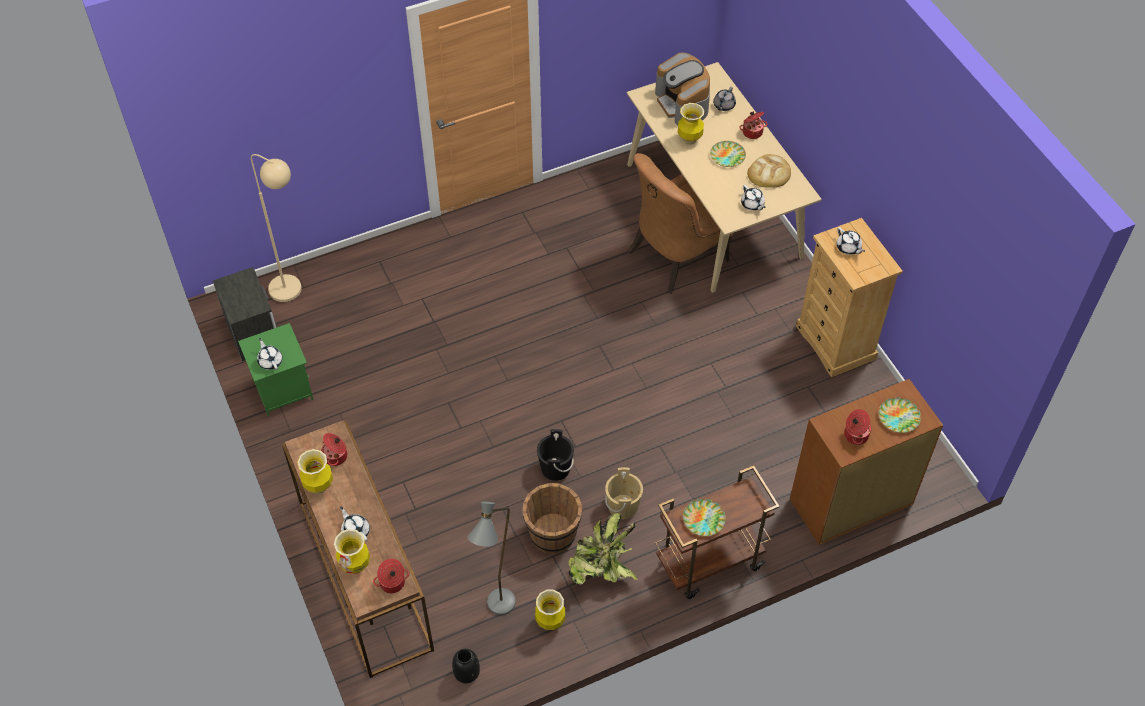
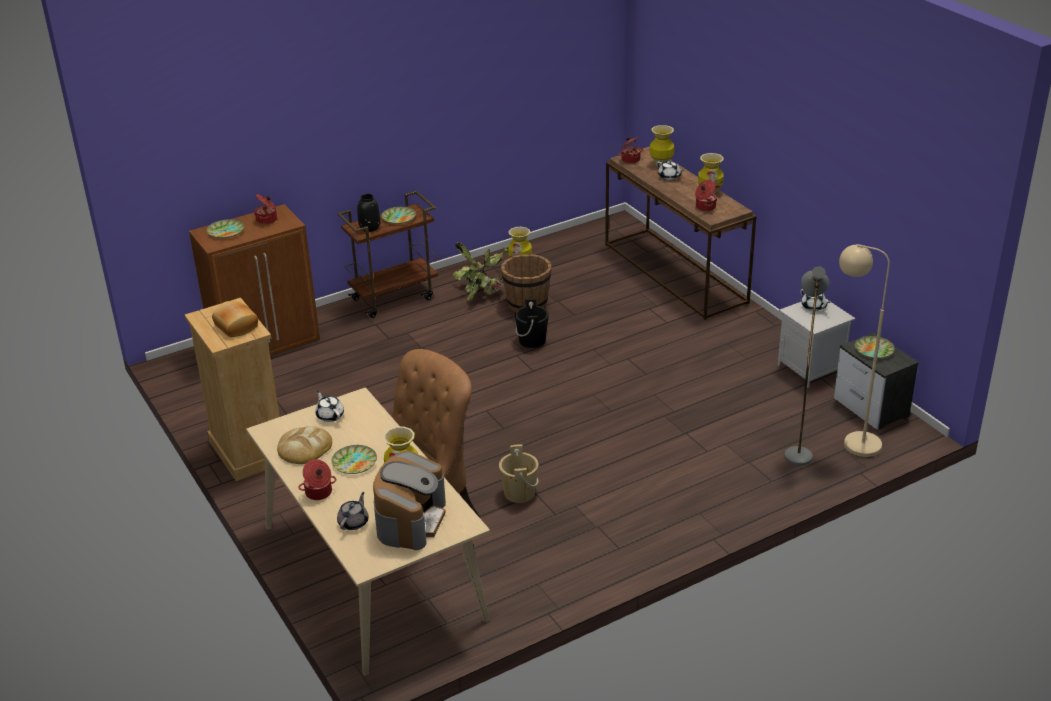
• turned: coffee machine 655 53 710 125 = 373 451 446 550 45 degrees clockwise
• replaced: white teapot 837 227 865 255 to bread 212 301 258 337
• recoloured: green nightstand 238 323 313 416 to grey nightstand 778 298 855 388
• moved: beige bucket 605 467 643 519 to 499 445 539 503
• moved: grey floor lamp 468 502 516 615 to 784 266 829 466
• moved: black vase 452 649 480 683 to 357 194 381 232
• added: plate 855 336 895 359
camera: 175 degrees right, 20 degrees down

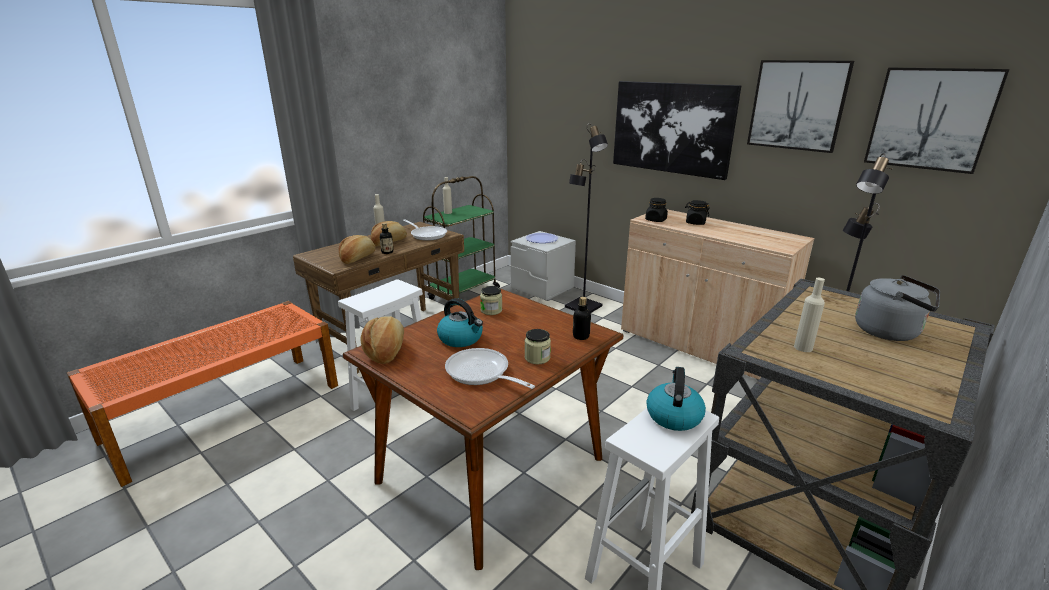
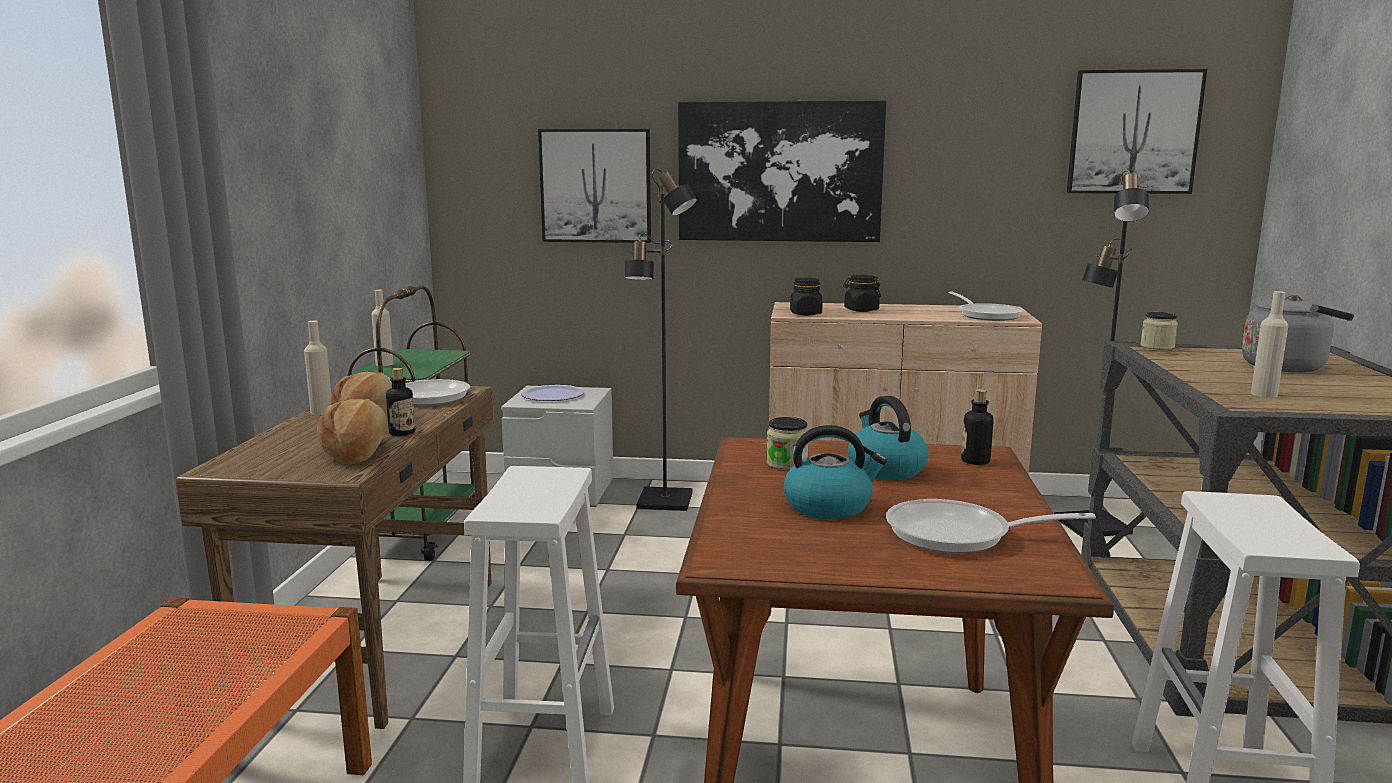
• moved: picture 747 60 854 153 to 538 129 651 243
• removed: bread 360 316 404 364
• moved: jar 525 329 551 364 to 1140 312 1178 350
• moved: kettle 646 367 706 431 to 848 396 929 480
• added: frying pan 948 291 1024 321
camera: 35 degrees left, 10 degrees down

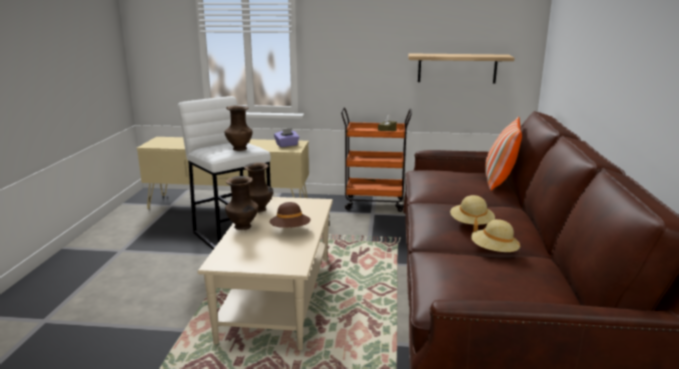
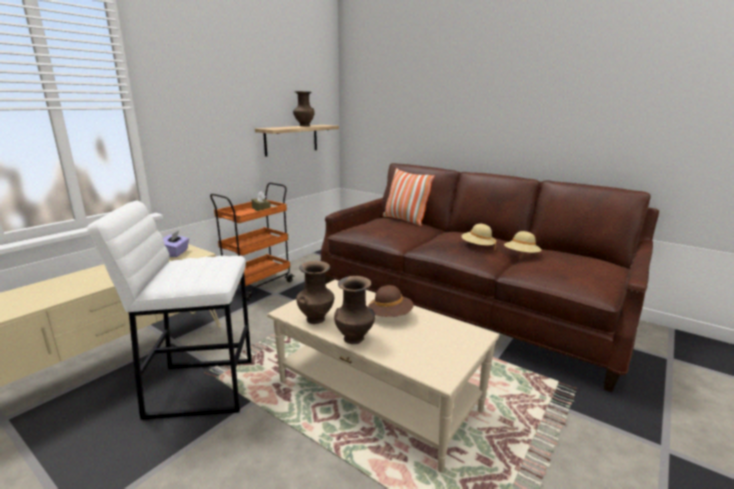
• moved: brown vase 225 105 252 151 to 293 91 315 126
camera: 60 degrees left, 0 degrees up

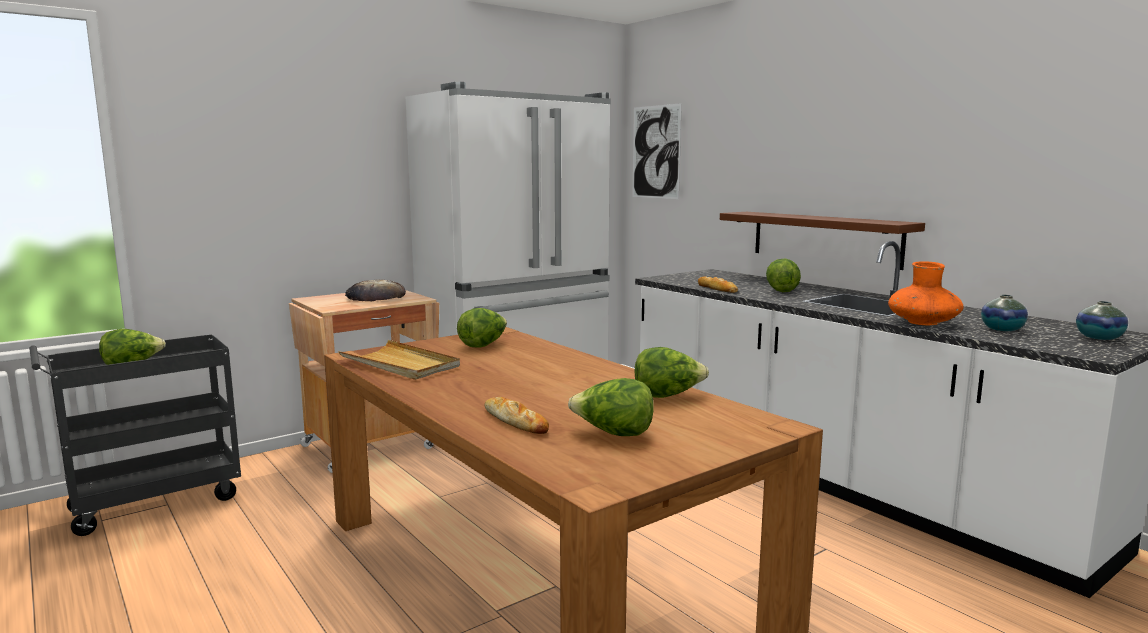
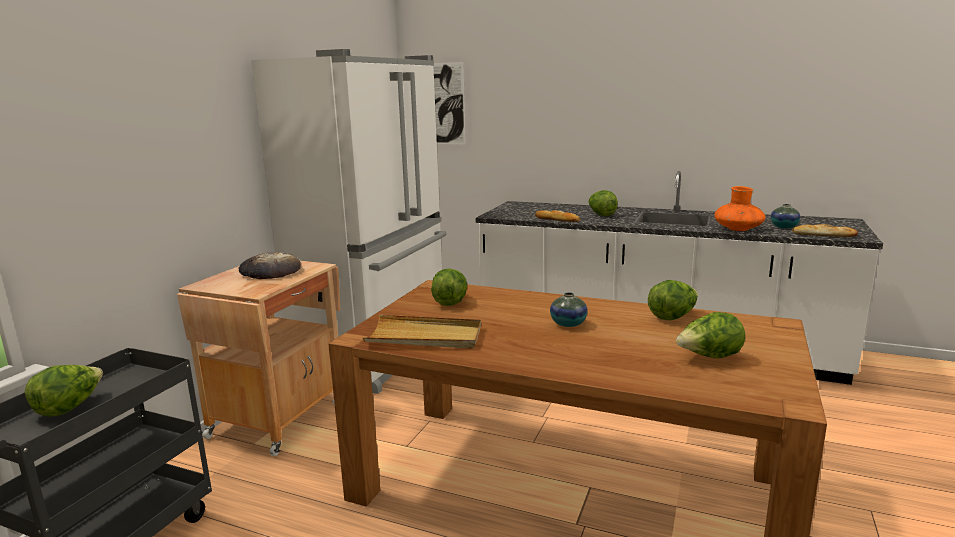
• removed: brown shelf 720 212 925 270
• moved: vase 1076 301 1128 340 to 550 292 588 327
• moved: bread 485 397 549 434 to 792 224 858 237
camera: 30 degrees left, 5 degrees up

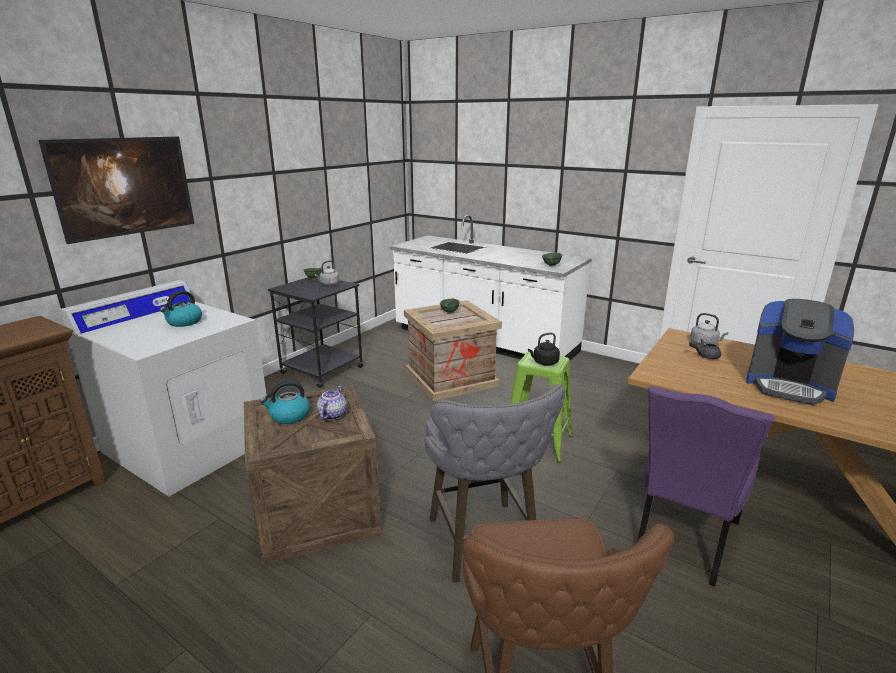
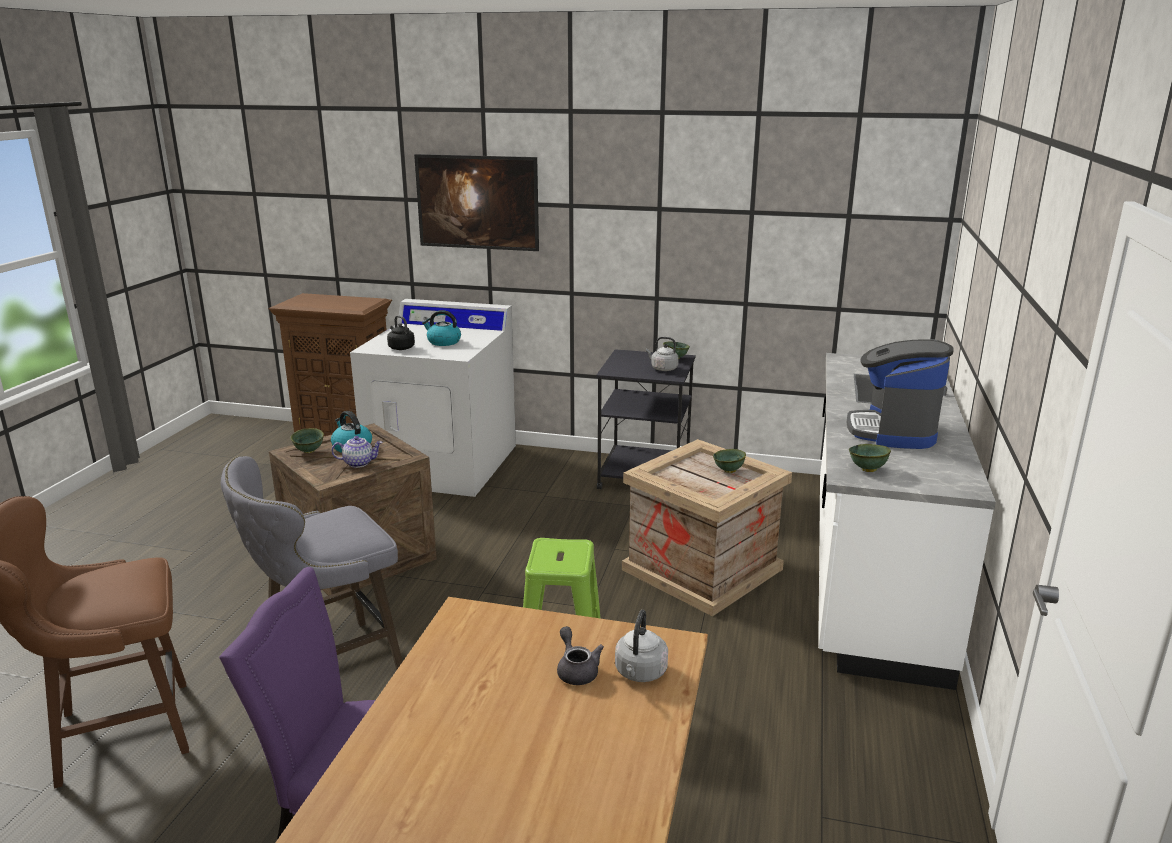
• moved: coffee machine 746 299 854 405 to 847 340 954 449
• moved: black kettle 528 333 560 366 to 387 315 415 350
• added: green bowl 290 428 324 453
camera: 70 degrees right, 0 degrees up

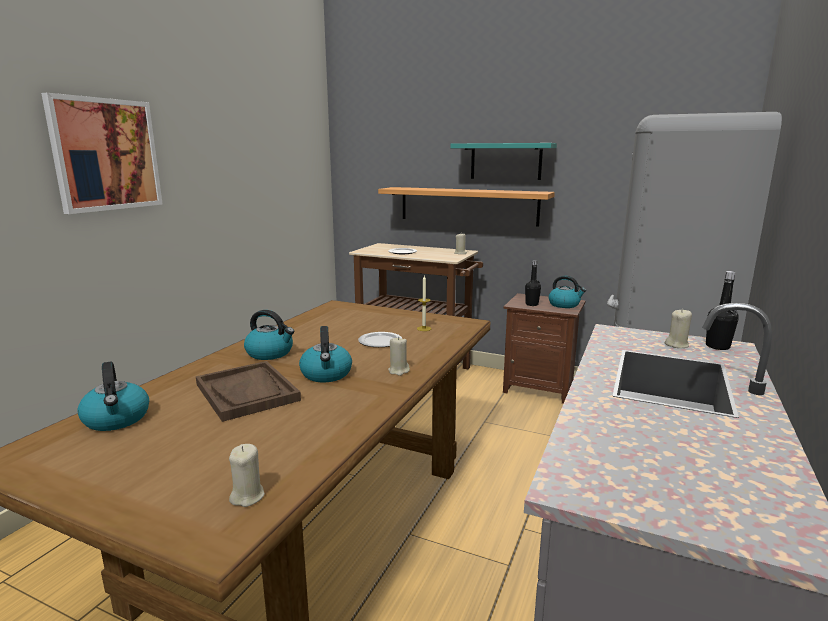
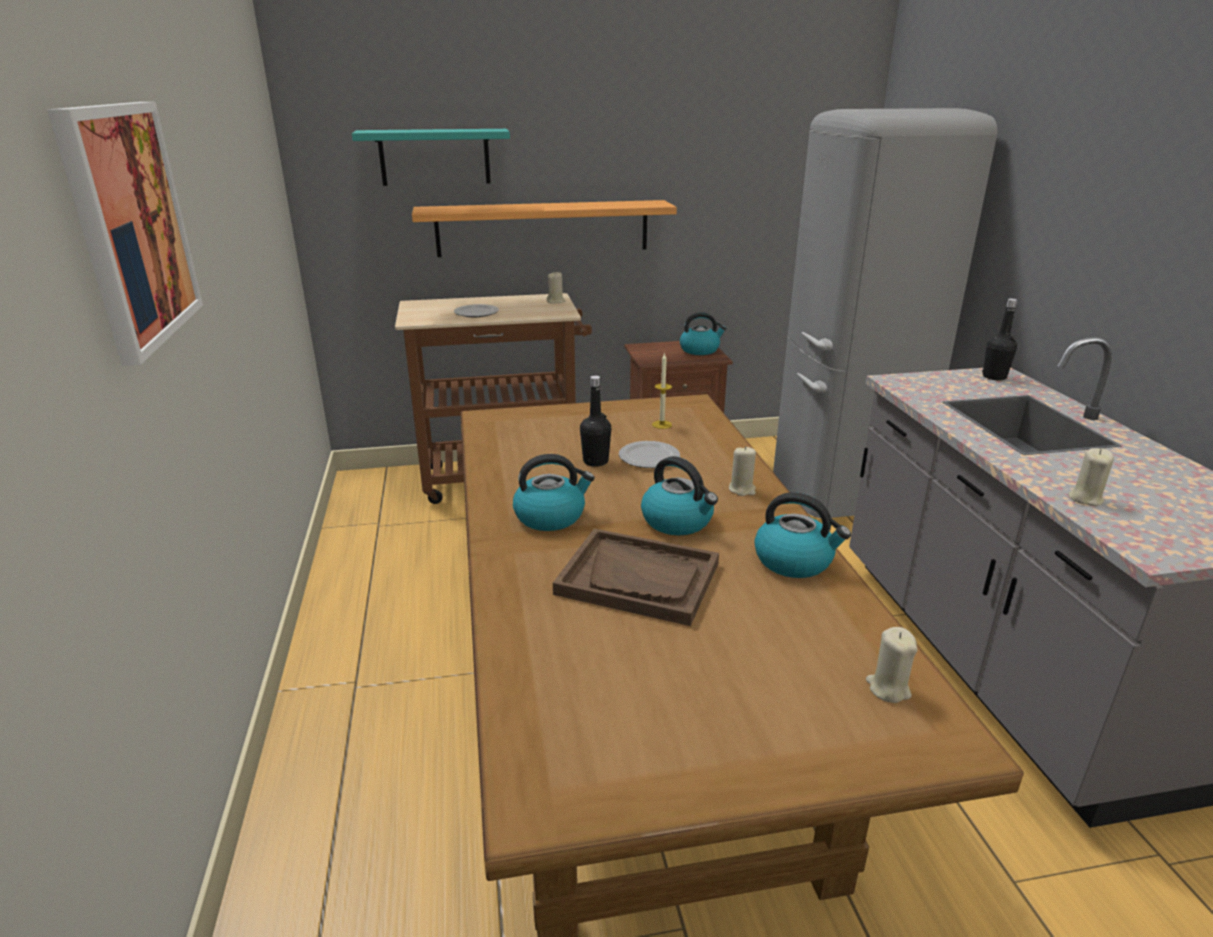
• moved: turquoise shelf 451 143 557 180 to 352 129 510 186
• moved: black bottle 525 260 541 306 to 580 375 611 467
• moved: beige candle 665 309 692 348 to 1068 448 1114 506
• moved: kettle 77 361 149 431 to 754 492 851 578
camera: 35 degrees left, 10 degrees up

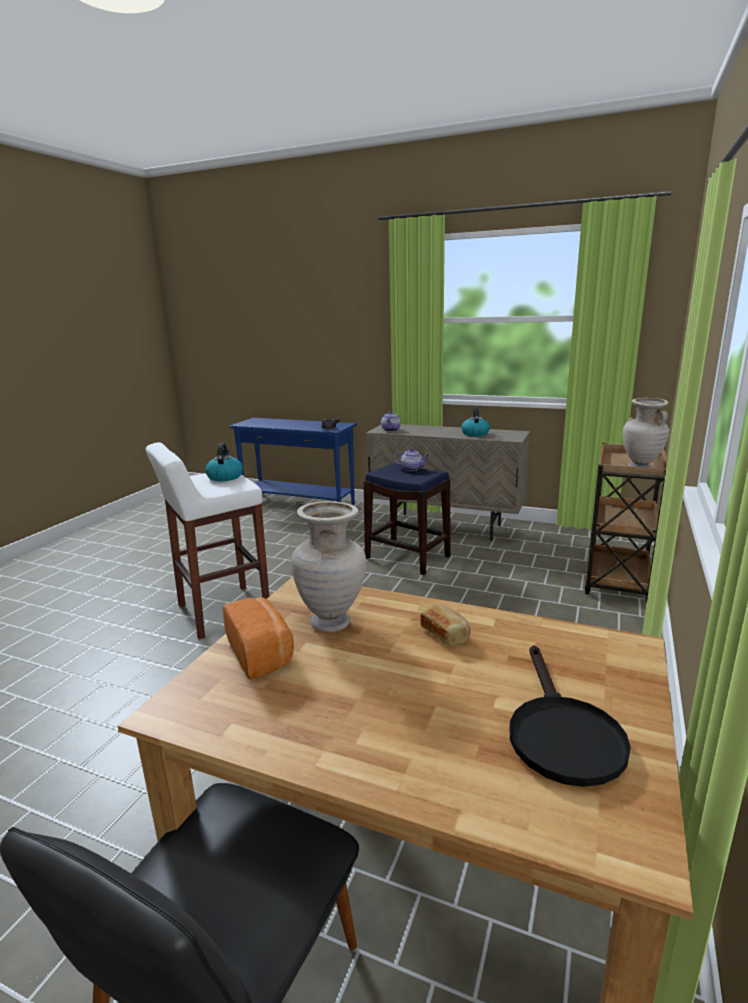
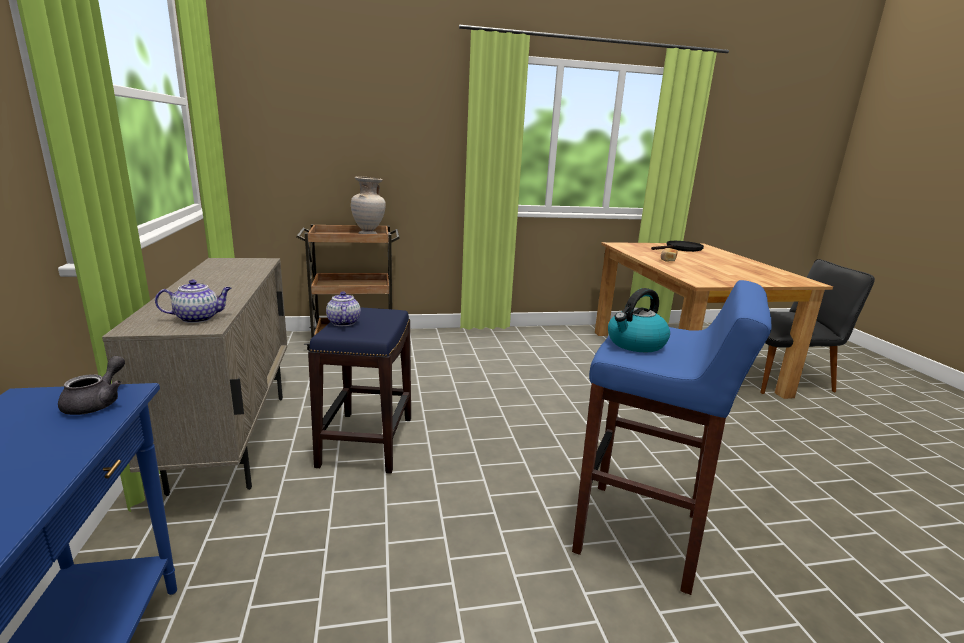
• removed: kettle 461 407 490 436
• recoloured: white stool 146 442 269 639 to blue stool 572 280 772 595
• removed: beige vase 291 501 366 632
• removed: bread 223 597 294 680
camera: 125 degrees left, 0 degrees up

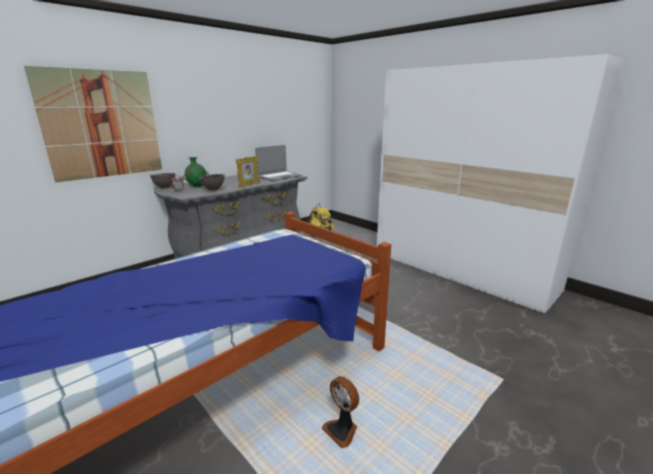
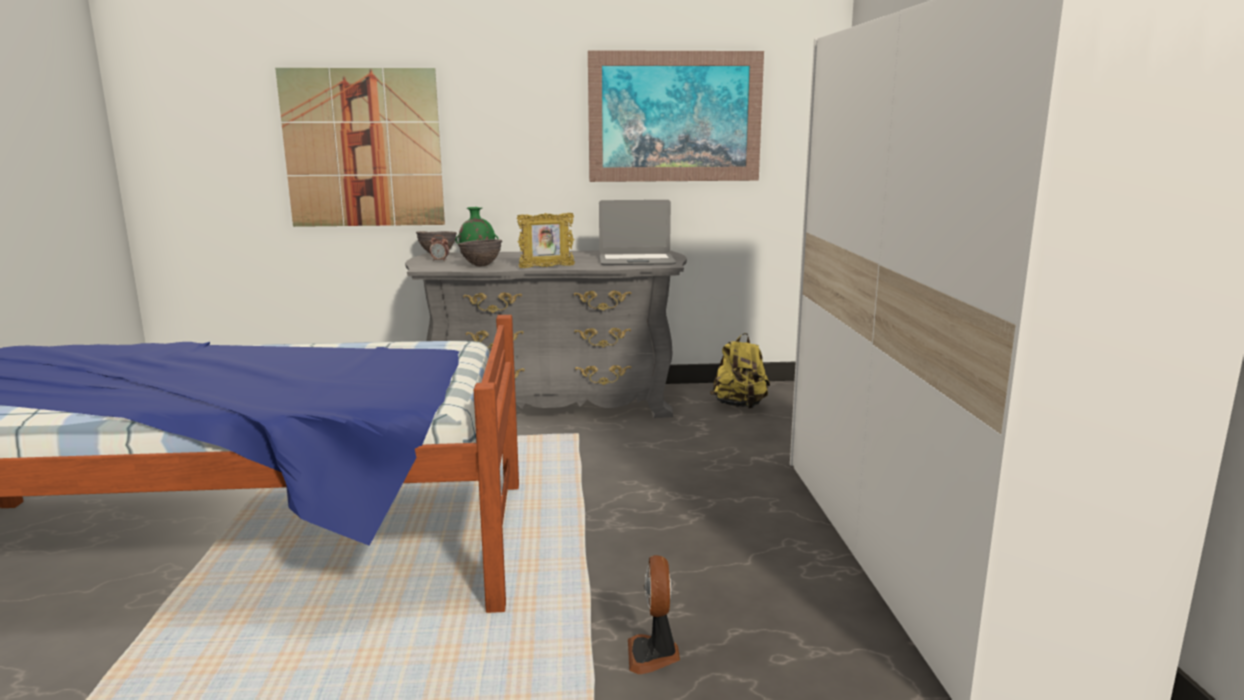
• moved: fan 322 376 359 448 to 628 555 680 674
• added: picture 588 50 764 182
camera: 40 degrees right, 5 degrees down

